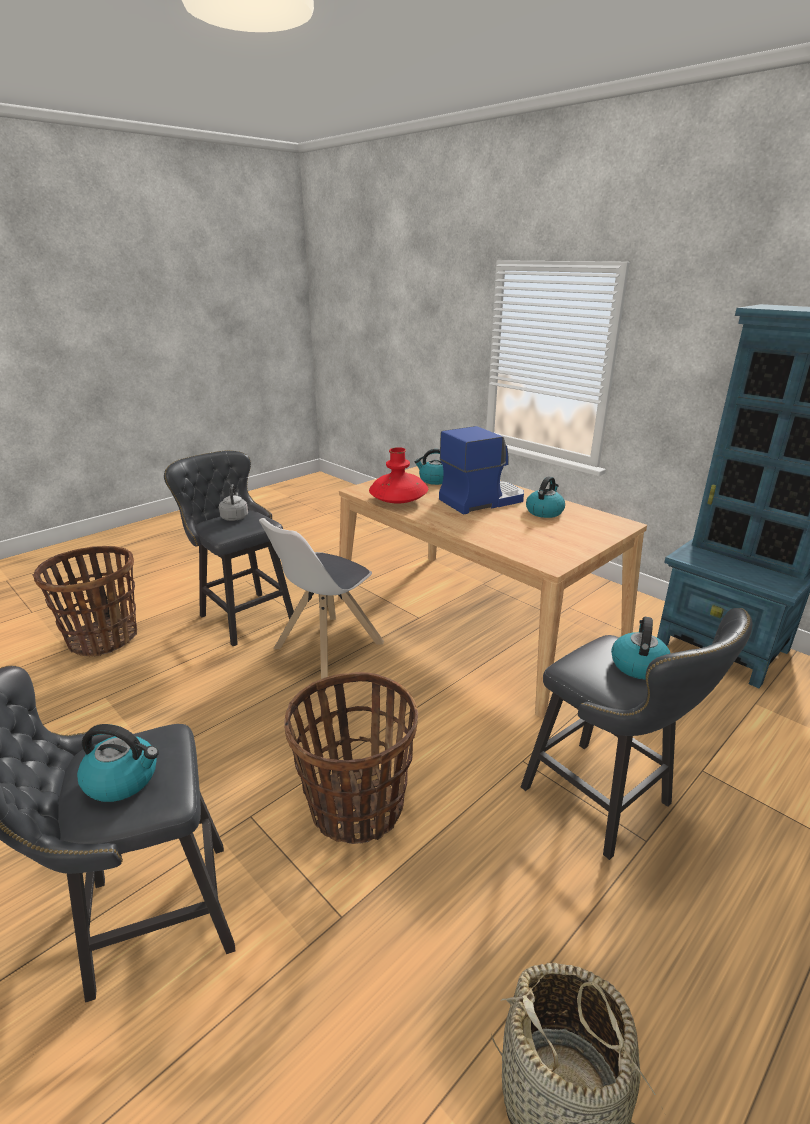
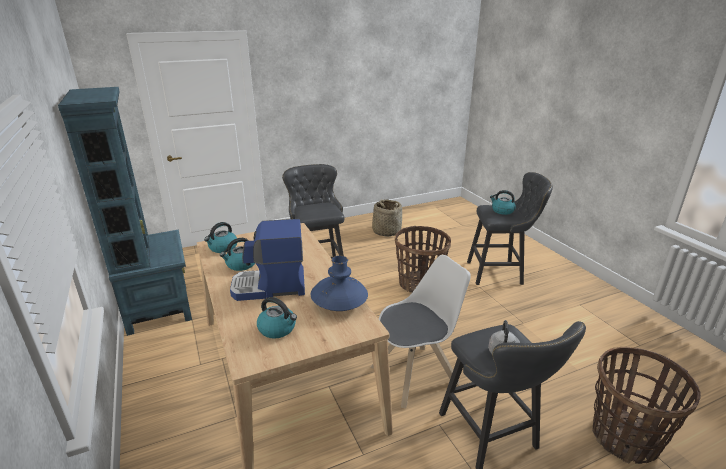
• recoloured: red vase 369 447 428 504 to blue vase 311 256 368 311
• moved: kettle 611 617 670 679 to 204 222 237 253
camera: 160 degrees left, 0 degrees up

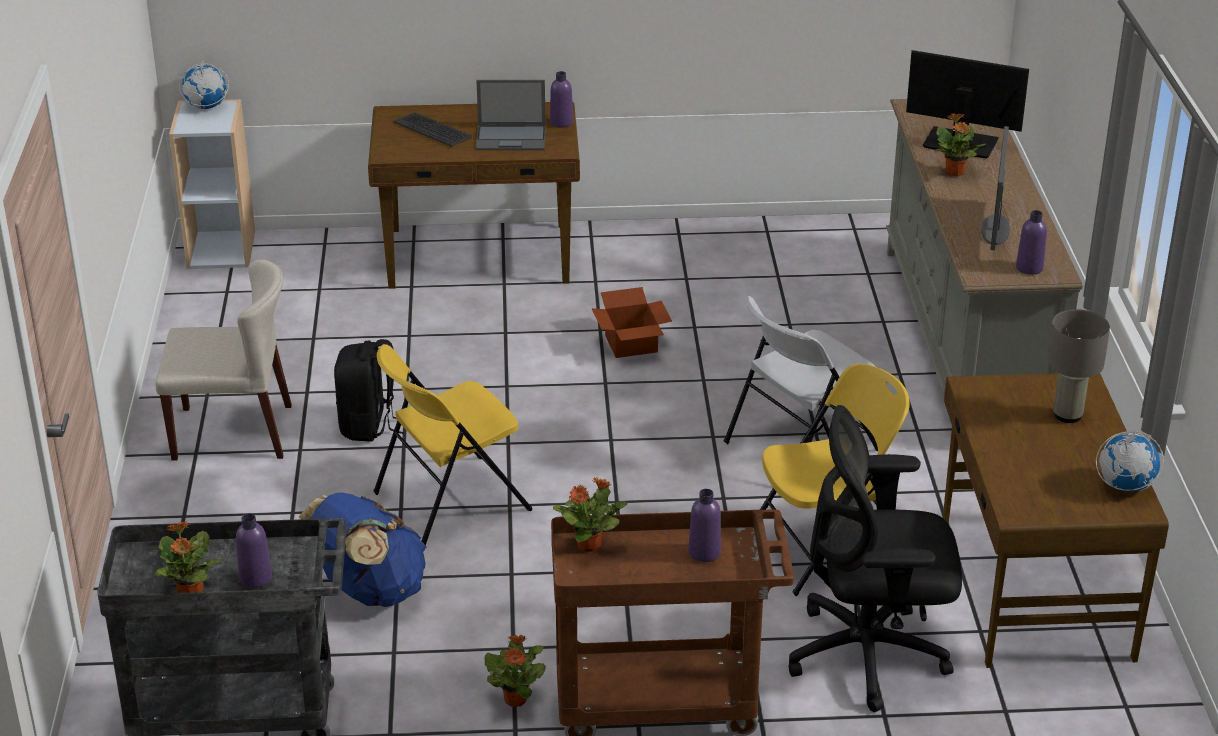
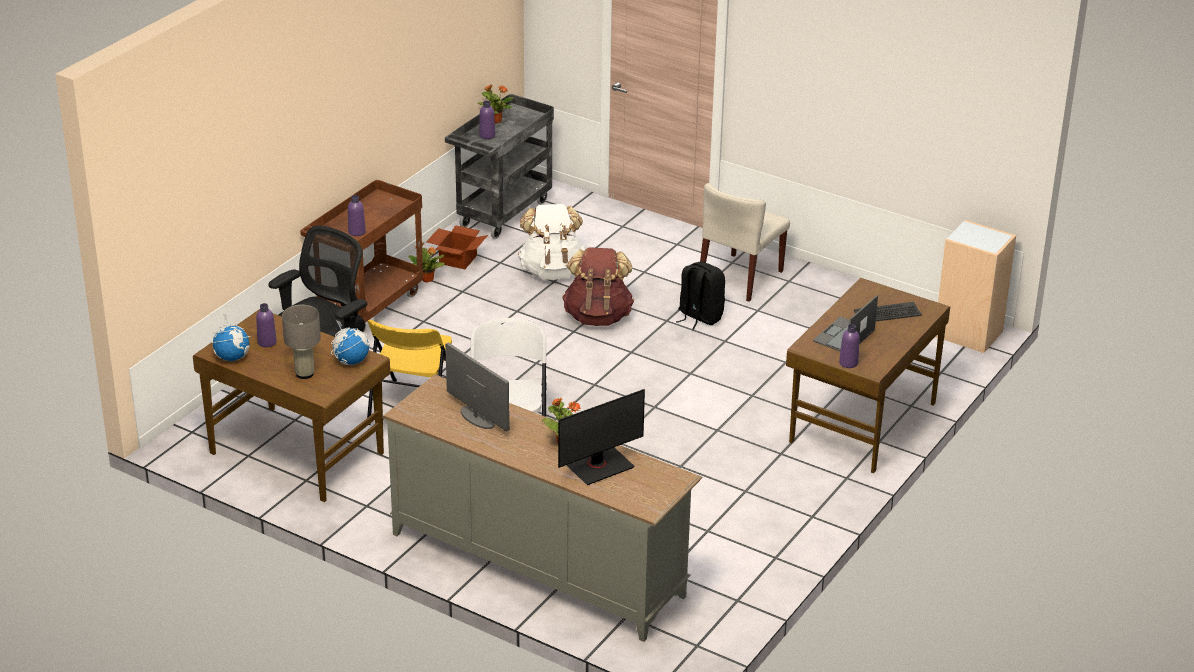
• moved: globe 179 58 229 109 to 331 320 370 365
• moved: purple bottle 1016 210 1047 275 to 256 303 277 347
• moved: cardboard box 592 287 672 358 to 426 225 488 269
• replaced: yellow chair 373 344 532 546 to brown backpack 562 247 634 326
• removed: potted plant 553 477 627 552
• recoloured: blue backpack 299 493 426 607 to white backpack 518 204 585 280
camera: 125 degrees right, 0 degrees up

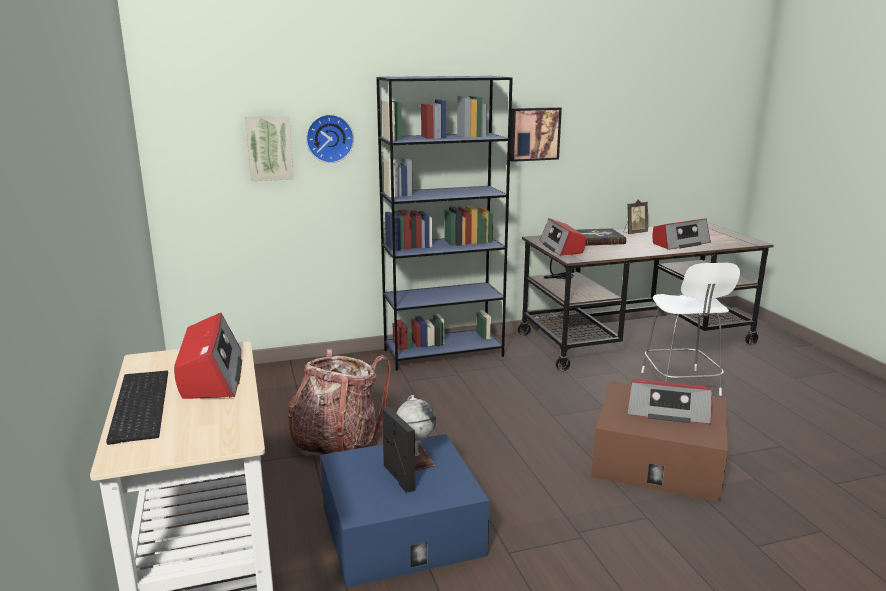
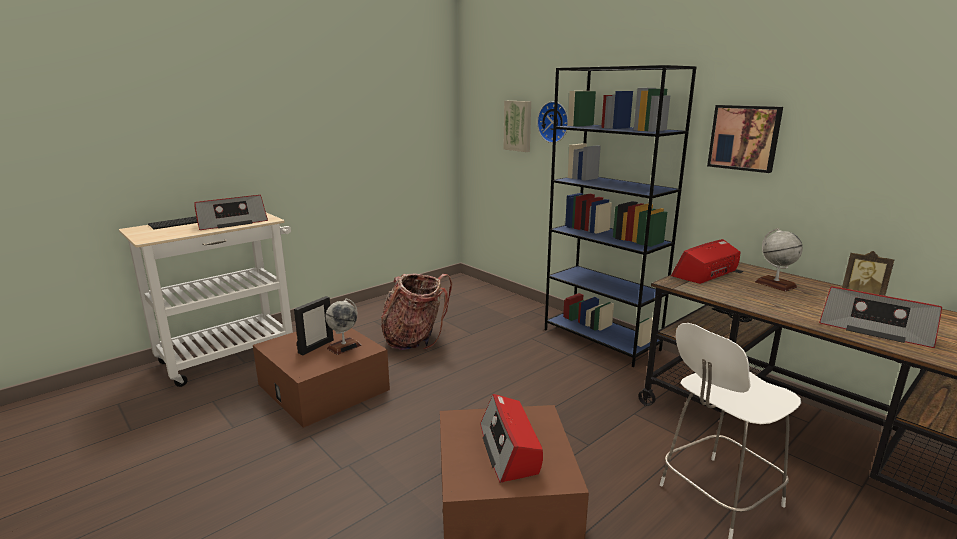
• replaced: book 577 228 626 246 to globe 755 228 803 292
• recoloured: blue storage box 320 434 489 588 to brown storage box 253 328 390 428
camera: 65 degrees right, 0 degrees up

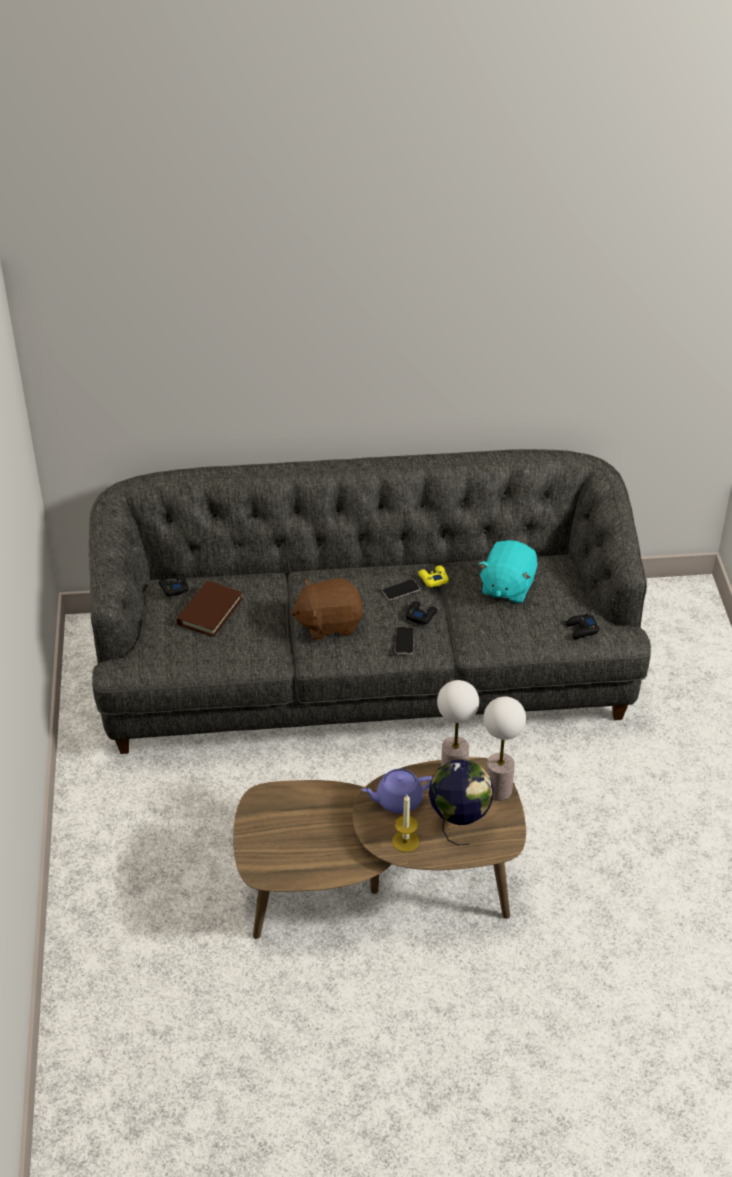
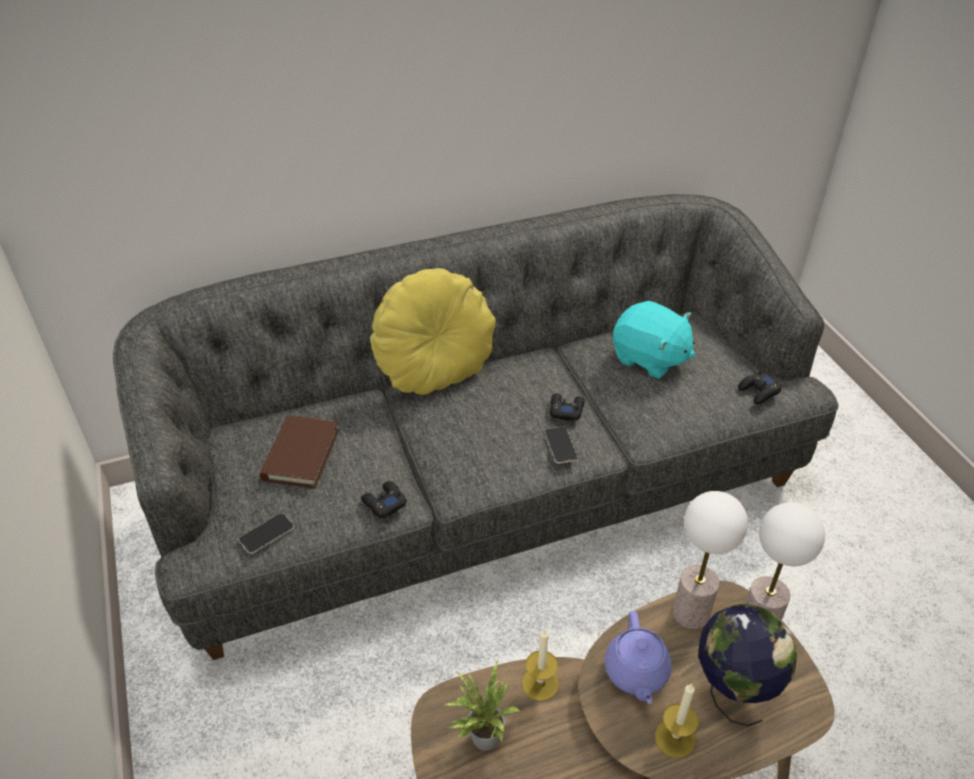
• turned: turquoise plush toy 478 540 537 604 = 613 301 695 379 60 degrees counterclockwise
• removed: yellow game controller 418 565 449 587
• moved: black game controller 159 574 189 597 to 361 481 407 518
• removed: brown plush toy 291 578 363 640
• moved: phone 382 579 420 600 to 238 513 294 554
• turned: purple teapot 361 769 432 813 = 604 611 672 704 60 degrees counterclockwise
• added: yellow pillow 370 268 496 395
• added: candle 522 629 559 701
• added: potted plant 444 659 520 751
camera: 15 degrees left, 0 degrees up

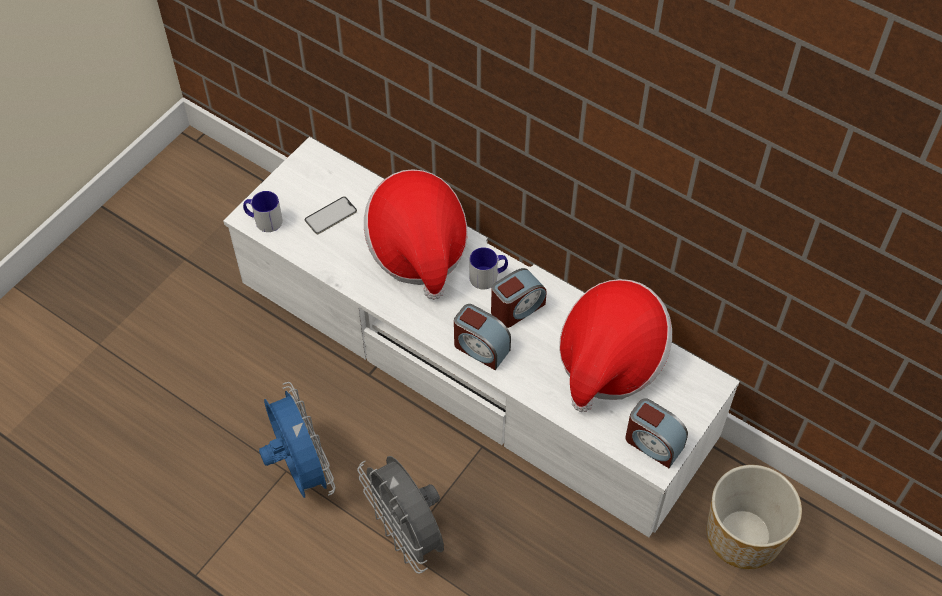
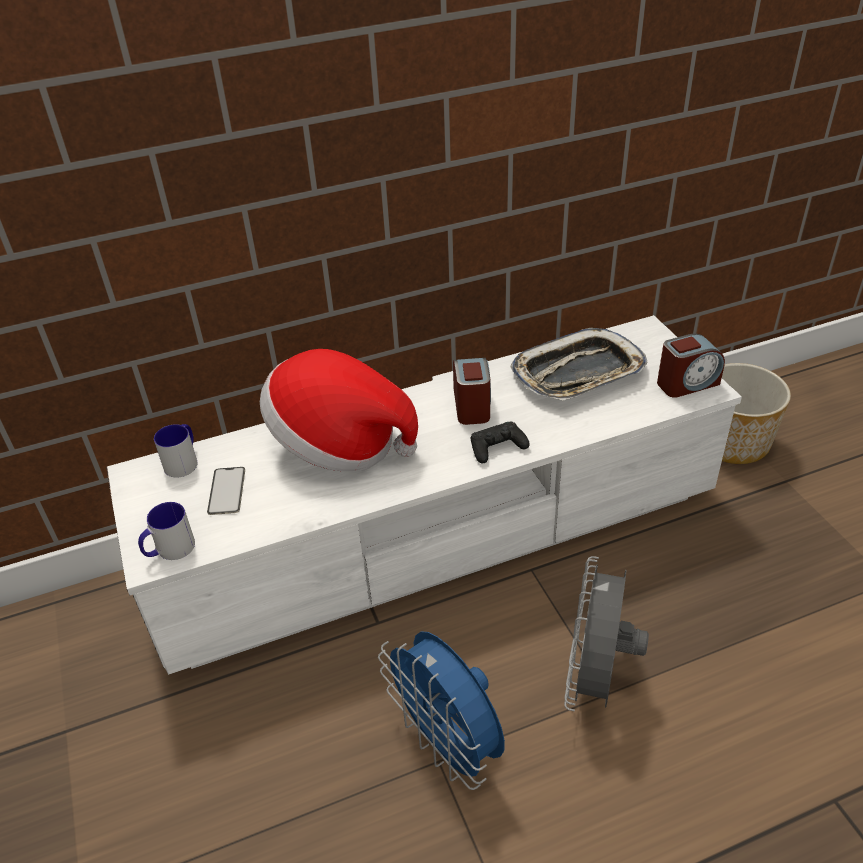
• moved: mug 469 247 508 290 to 154 424 198 478
• replaced: hat 559 279 672 412 to tray 511 328 648 400
• replaced: alarm clock 454 304 511 370 to black game controller 471 422 530 463
• turned: blue fan 259 382 335 498 = 378 631 505 790 135 degrees counterclockwise
• turned: grey fan 357 456 444 574 = 564 556 649 712 105 degrees clockwise
camera: 55 degrees left, 15 degrees down

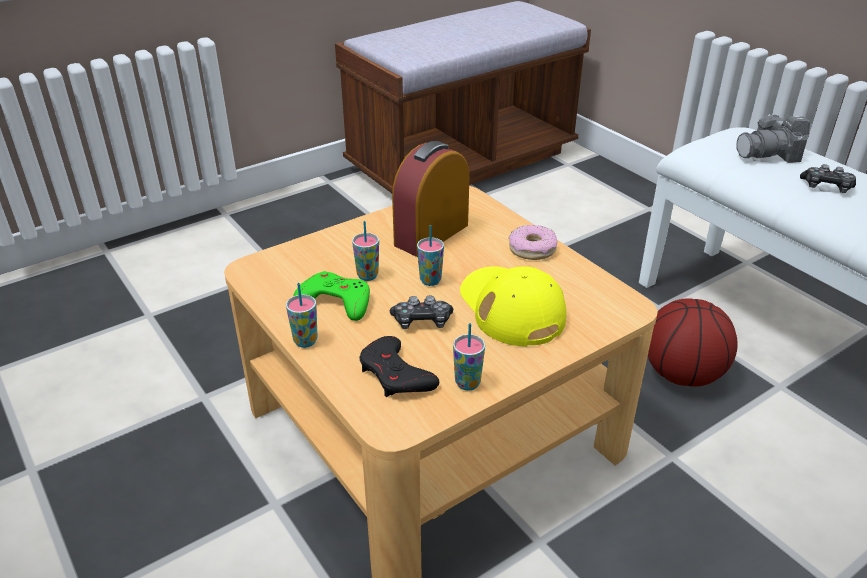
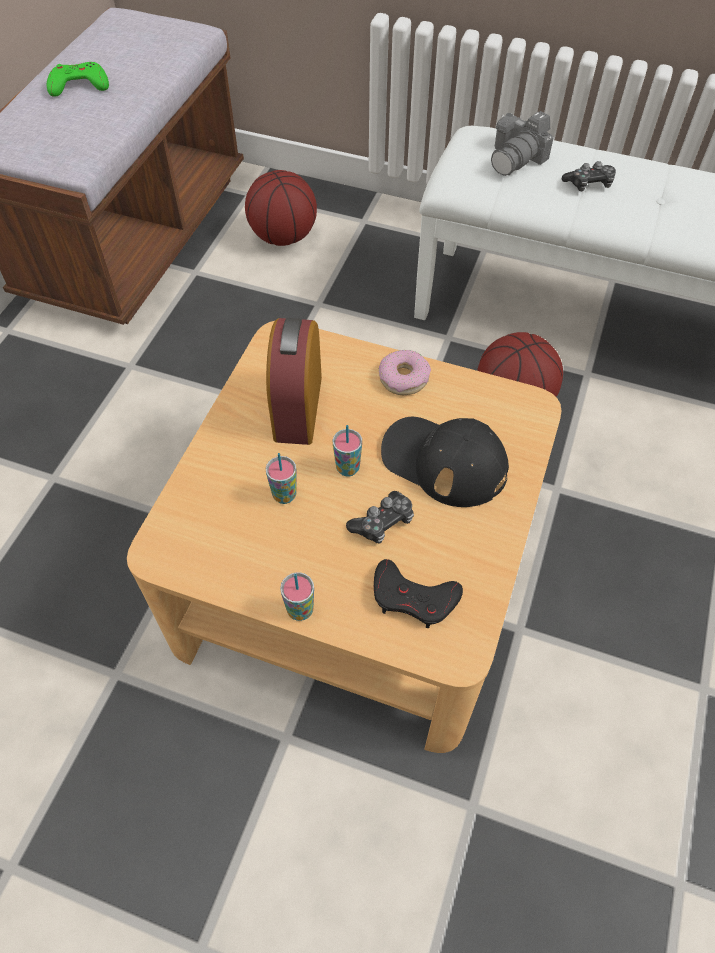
• recoloured: yellow cap 460 266 567 347 to black cap 381 417 509 507
• moved: green game controller 293 271 370 321 to 47 62 109 97
• removed: cup 453 323 485 391
• added: basketball 245 170 317 246
camera: 35 degrees left, 20 degrees up

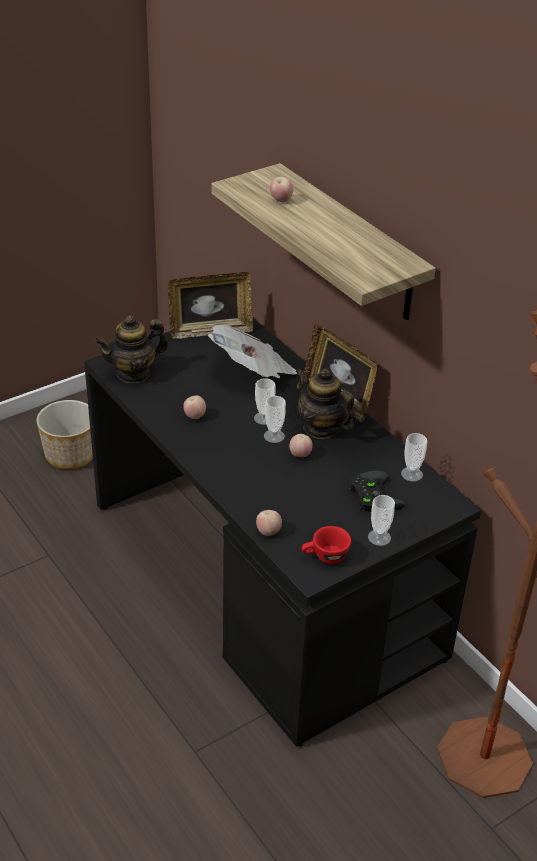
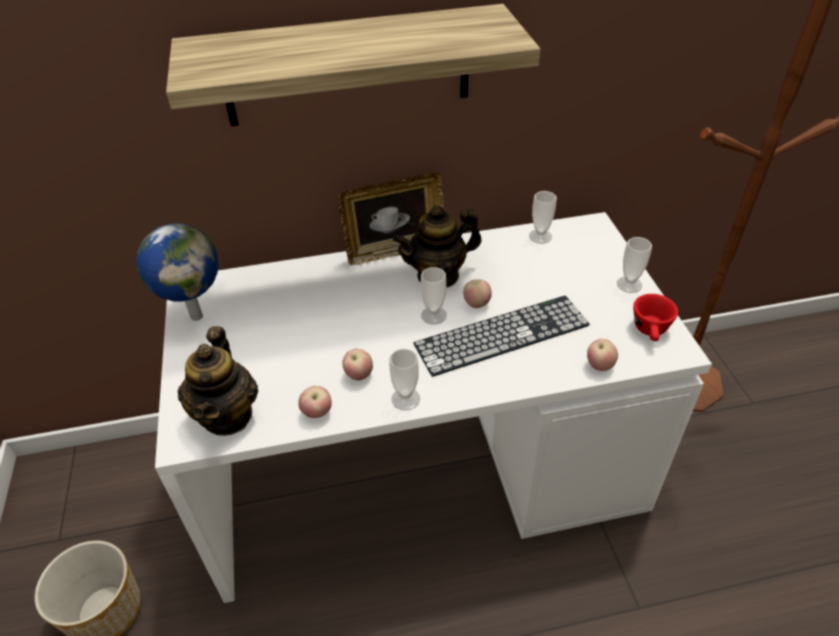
• moved: apple 270 177 293 202 to 298 386 332 418
• replaced: picture frame 168 272 253 339 to globe 137 224 219 321
• recoloured: black desk 84 318 481 747 to white desk 155 212 712 603
• removed: newspaper 208 324 297 378
• moved: cup 254 378 275 425 to 389 349 420 411
• removed: black game controller 349 471 405 512
• added: keyboard 413 296 590 377
camera: 65 degrees left, 5 degrees up

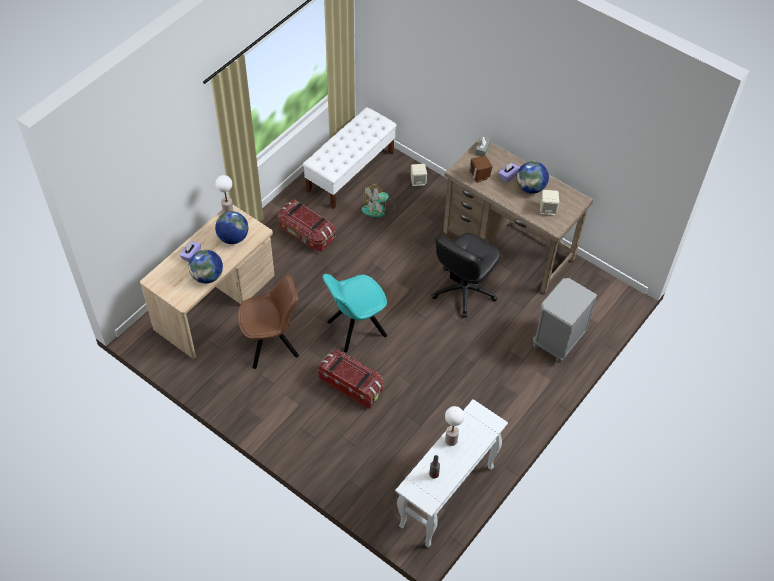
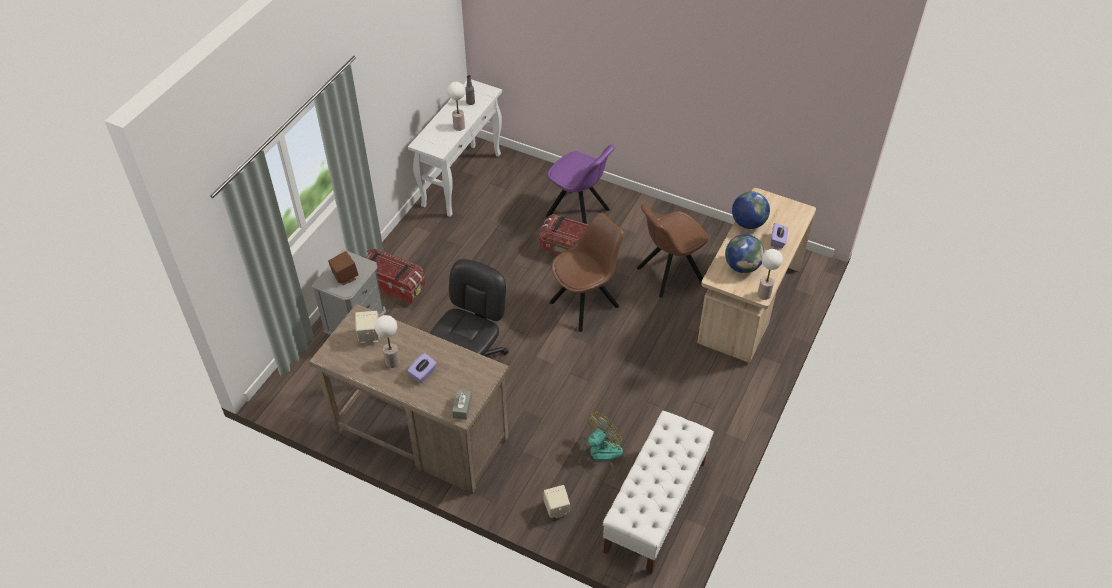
• moved: brown speaker 469 156 493 183 to 328 251 359 285
• replaced: globe 517 161 549 194 to table lamp 375 315 400 368
• moved: storage box 278 199 336 252 to 364 249 425 305
• recoloured: turquoise chair 323 274 387 352 to brown chair 550 213 624 332
• added: purple chair 546 144 615 224
camera: 170 degrees right, 5 degrees down

